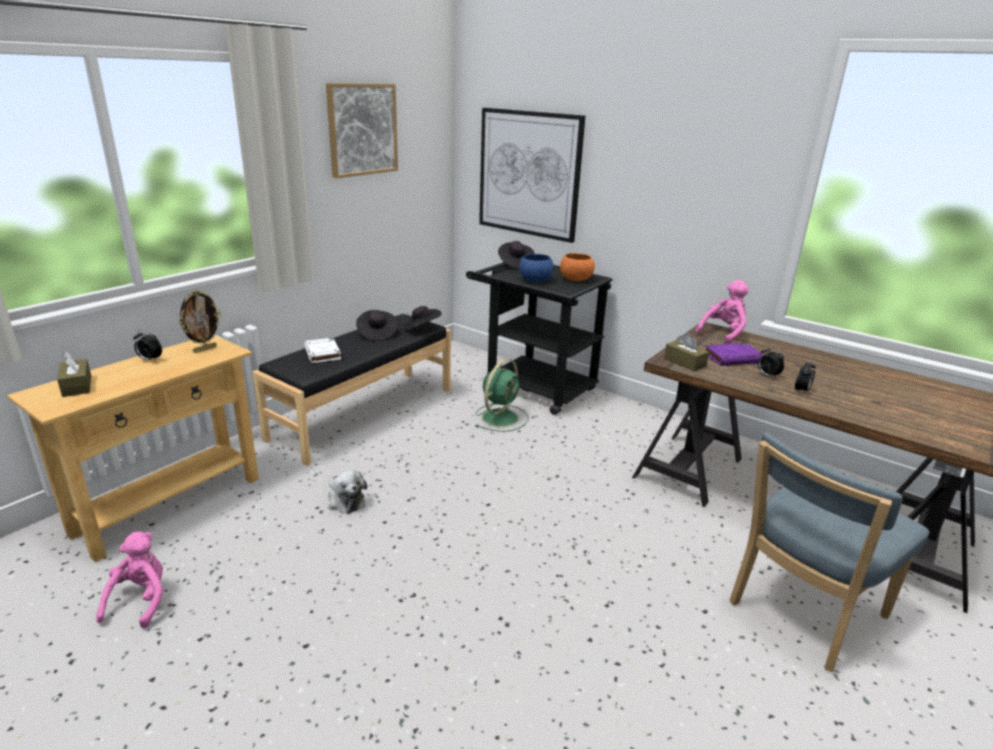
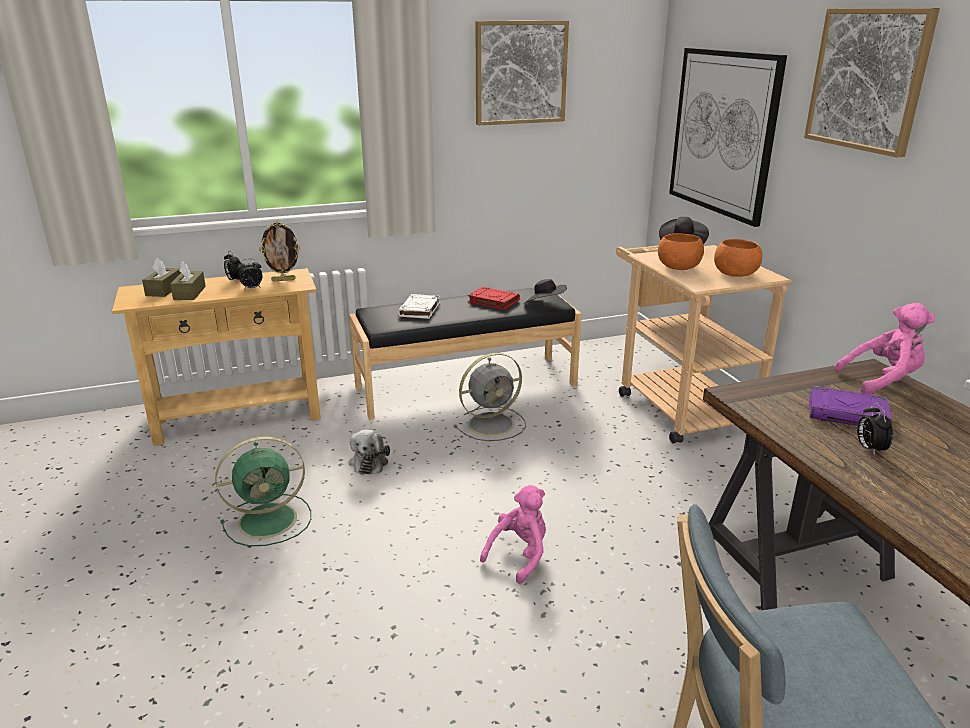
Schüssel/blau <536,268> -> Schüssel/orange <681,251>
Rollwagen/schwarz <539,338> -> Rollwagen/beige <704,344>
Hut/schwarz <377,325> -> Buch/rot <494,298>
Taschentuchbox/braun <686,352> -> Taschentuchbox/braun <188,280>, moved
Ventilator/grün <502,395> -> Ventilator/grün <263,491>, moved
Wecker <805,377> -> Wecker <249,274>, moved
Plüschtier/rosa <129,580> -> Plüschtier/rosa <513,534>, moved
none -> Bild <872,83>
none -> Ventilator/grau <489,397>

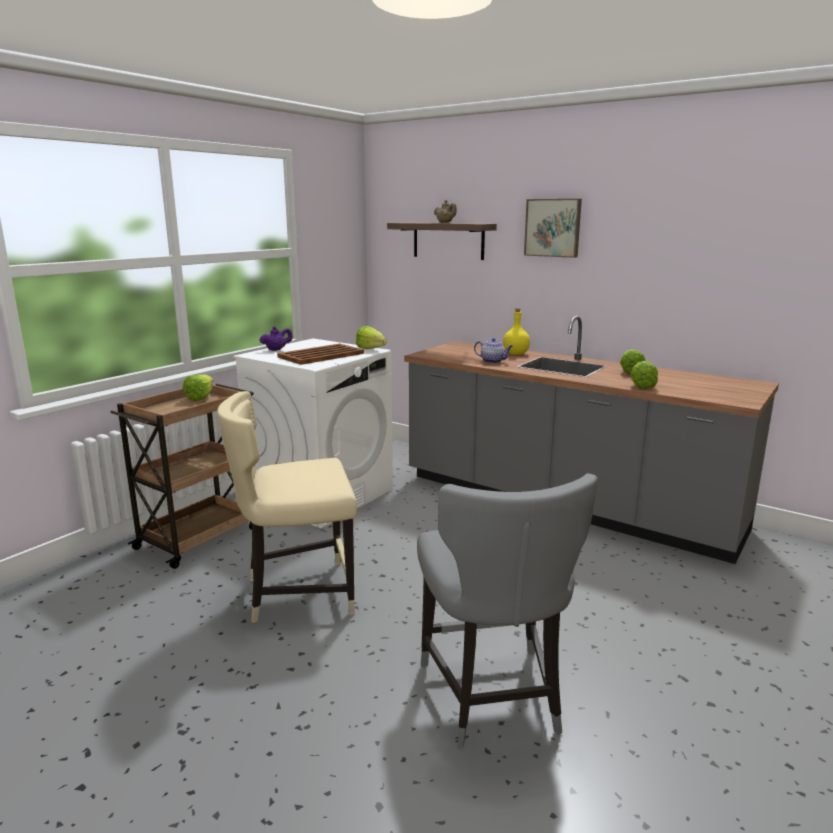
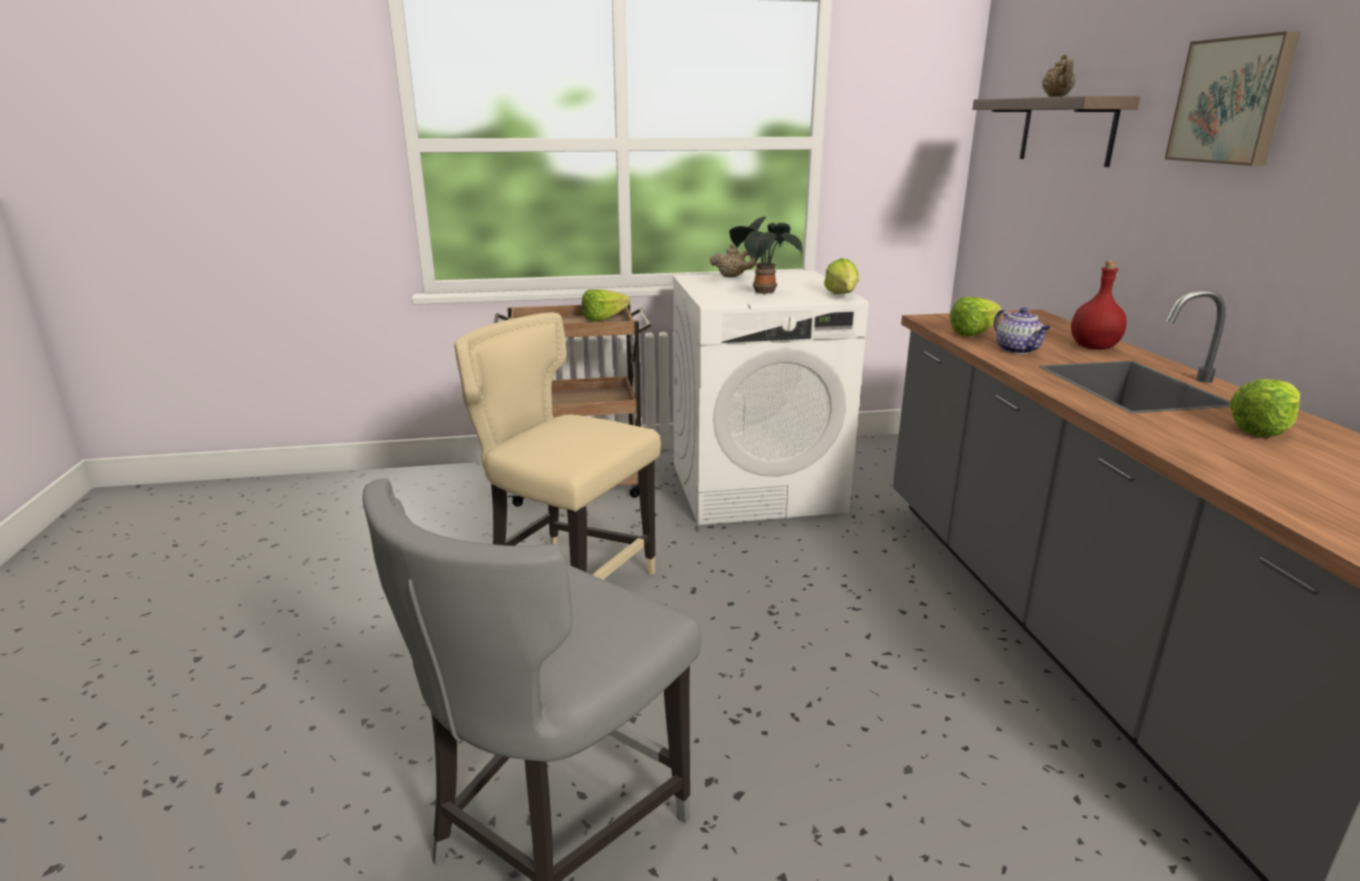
Flasche/gelb <516,331> -> Flasche/rot <1099,305>
Teekanne/lila <276,338> -> Teekanne/beige <733,260>
Tablett/braun <320,354> -> Topfpflanze <765,256>
Salatkopf <644,375> -> Salatkopf <976,317>, moved

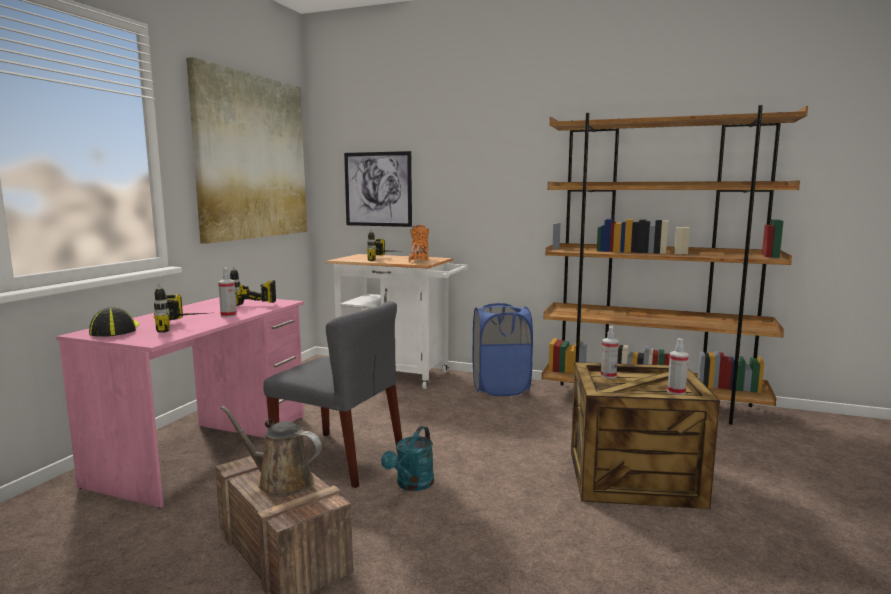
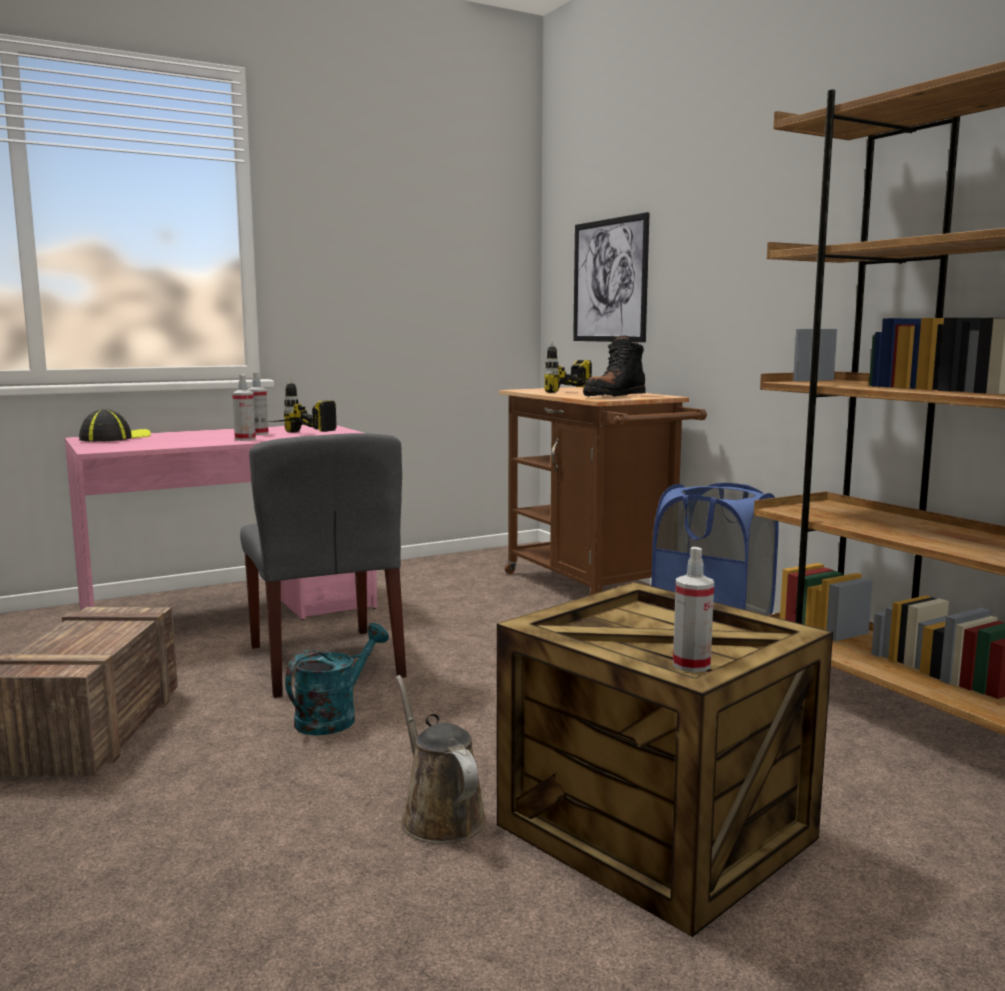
Bild <246,150> -> none
Stiefel/orange <418,243> -> Stiefel/schwarz <614,366>
Rollwagen/weiß <397,321> -> Rollwagen/braun <603,491>
Bohrmaschine <180,308> -> none
Sprühflasche <609,352> -> Sprühflasche <258,403>, moved
Gießkanne/braun <271,451> -> Gießkanne/braun <441,759>, moved
Gießkanne/türkis <407,458> -> Gießkanne/türkis <337,679>, 150 degrees clockwise

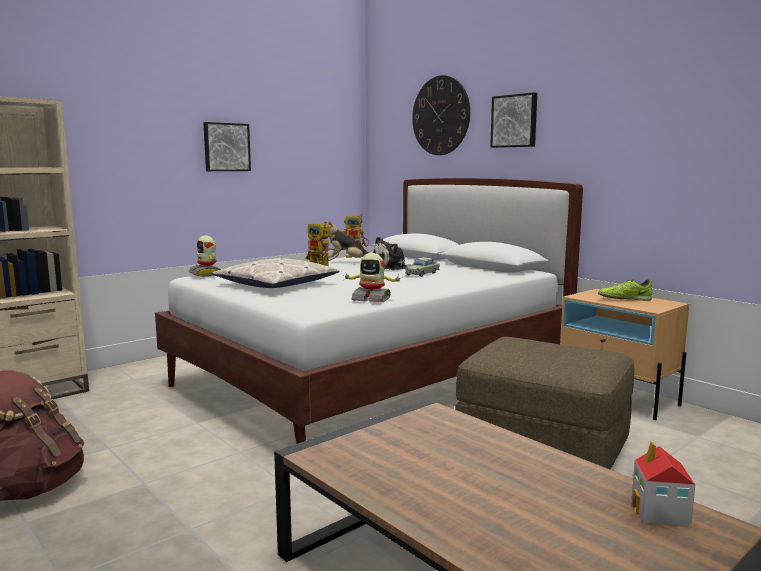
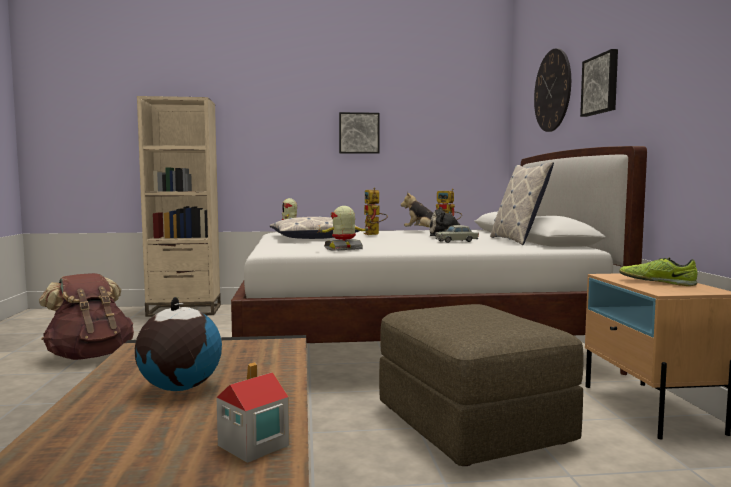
Spielzeugroboter <373,277> -> Spielzeugroboter <343,228>, 105 degrees clockwise
none -> Kissen <522,203>
none -> Globus <178,344>

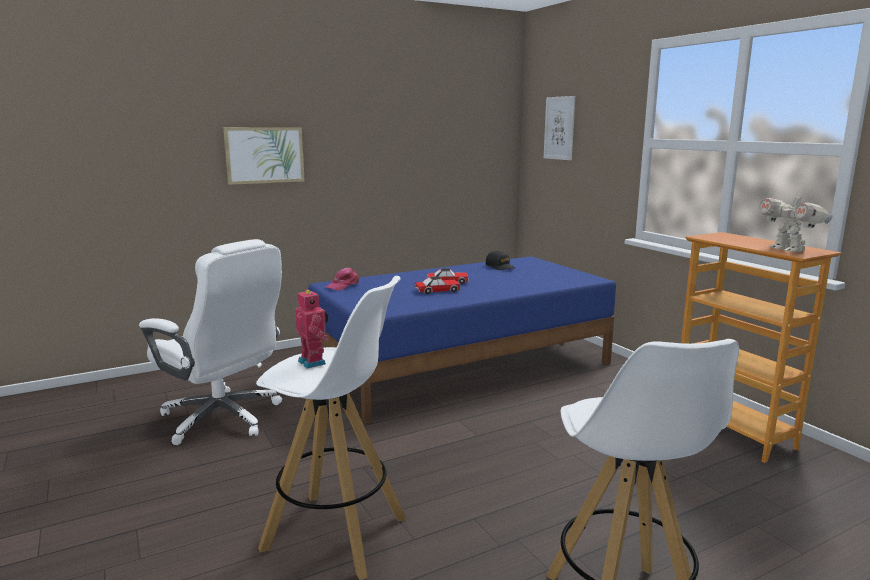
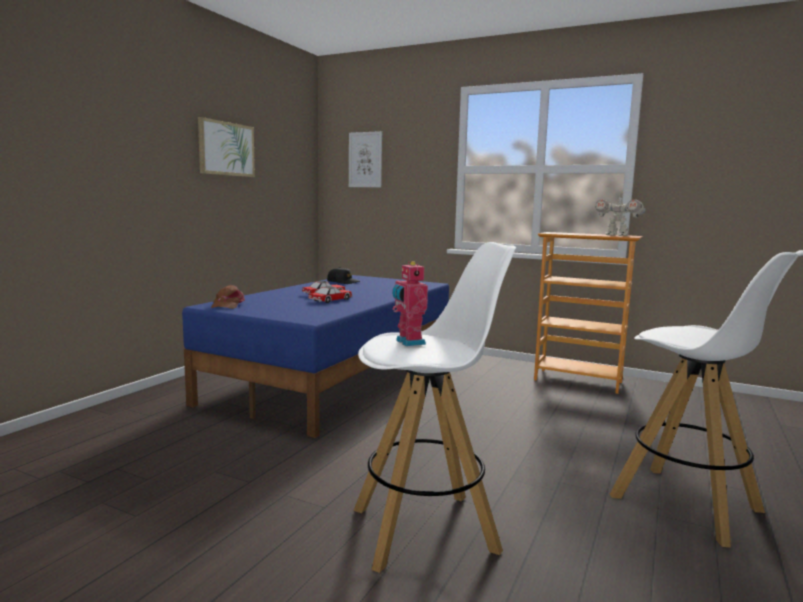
Bild <264,156> -> Bild <226,147>, moved
Bürostuhl/weiß <210,342> -> none
Kappe/rosa <342,279> -> Kappe/braun <228,297>
Spielzeugroboter <312,328> -> Spielzeugroboter <410,303>, 135 degrees counterclockwise

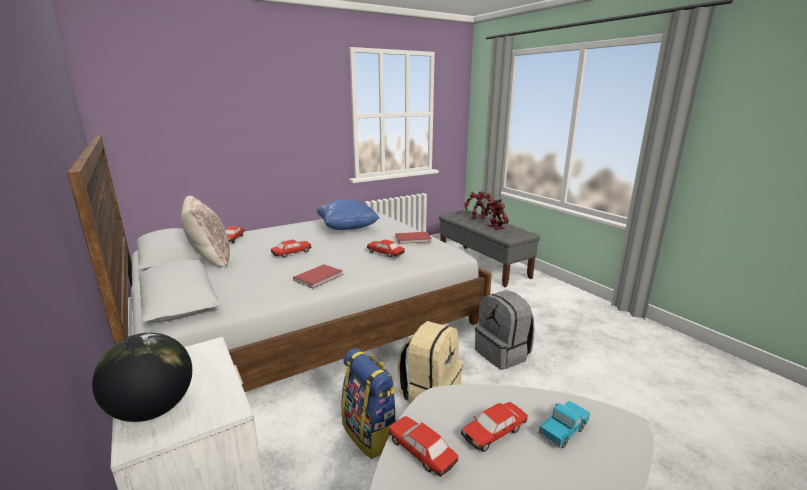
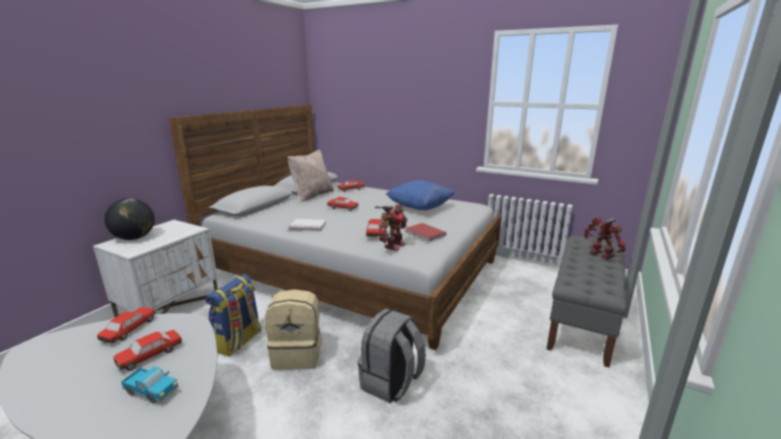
Spielzeugroboter <496,214> -> Spielzeugroboter <391,227>, moved
Buch/rot <318,276> -> Buch/weiß <307,225>
Spielzeugauto <494,427> -> Spielzeugauto <147,350>, 75 degrees counterclockwise

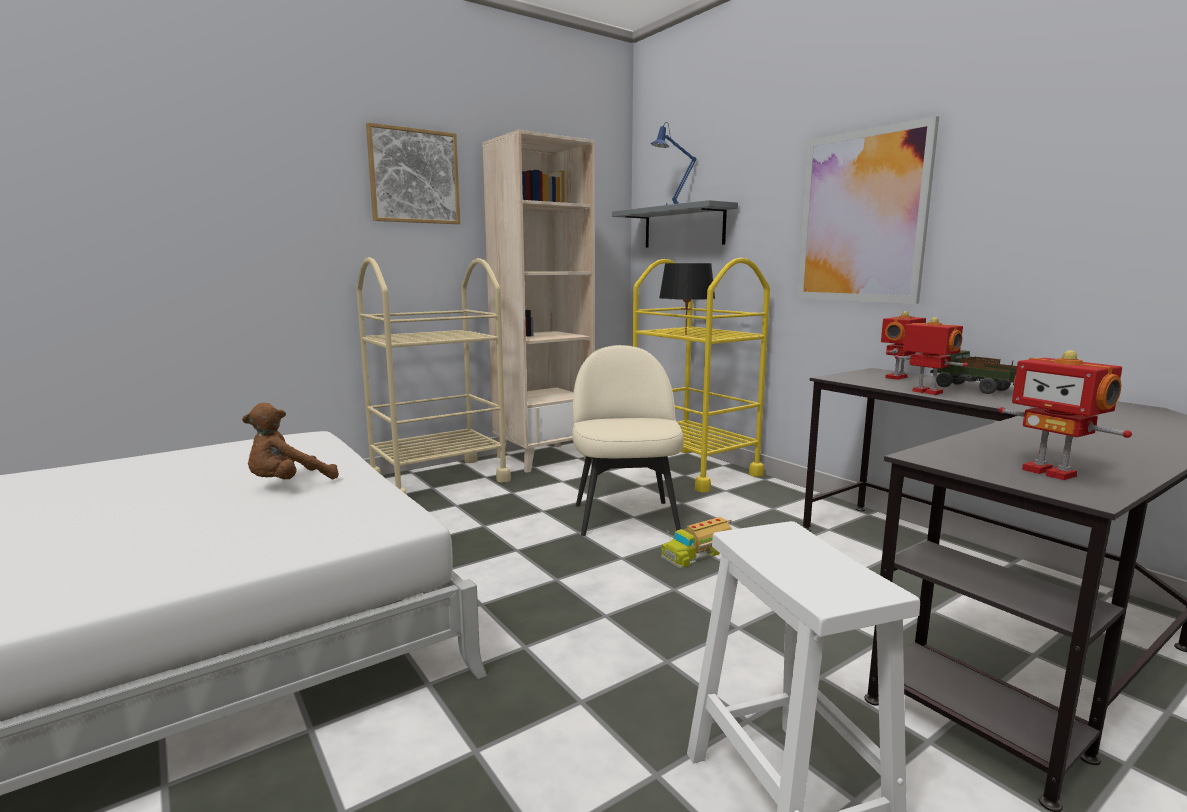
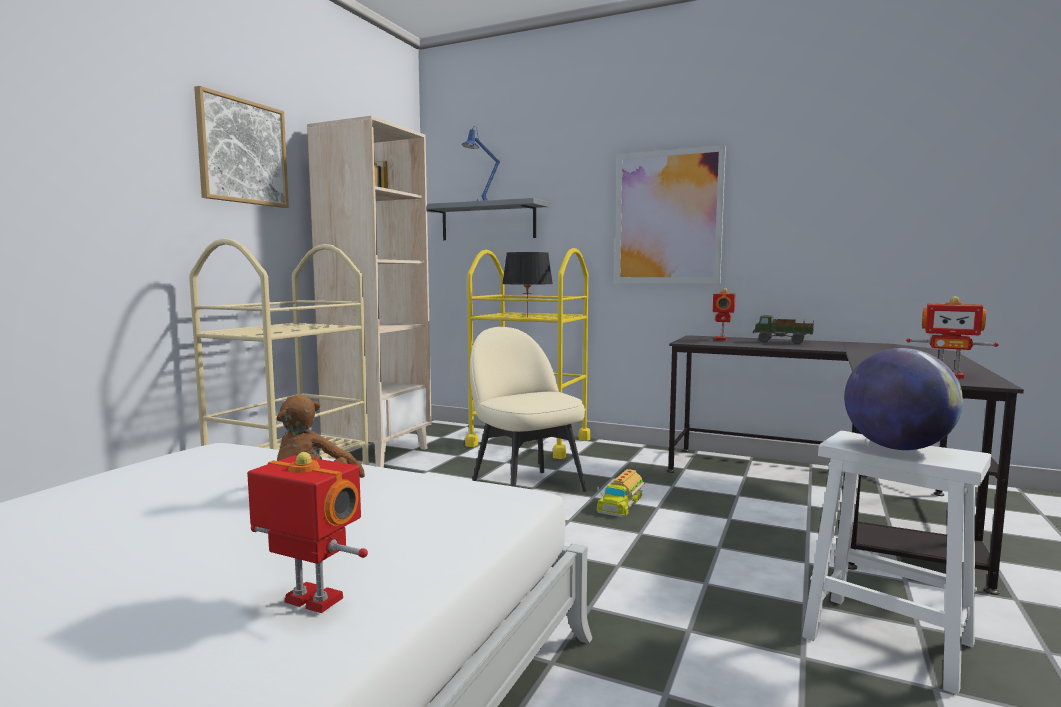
Spielzeugroboter <931,356> -> Spielzeugroboter <307,532>, moved
none -> Globus <903,399>

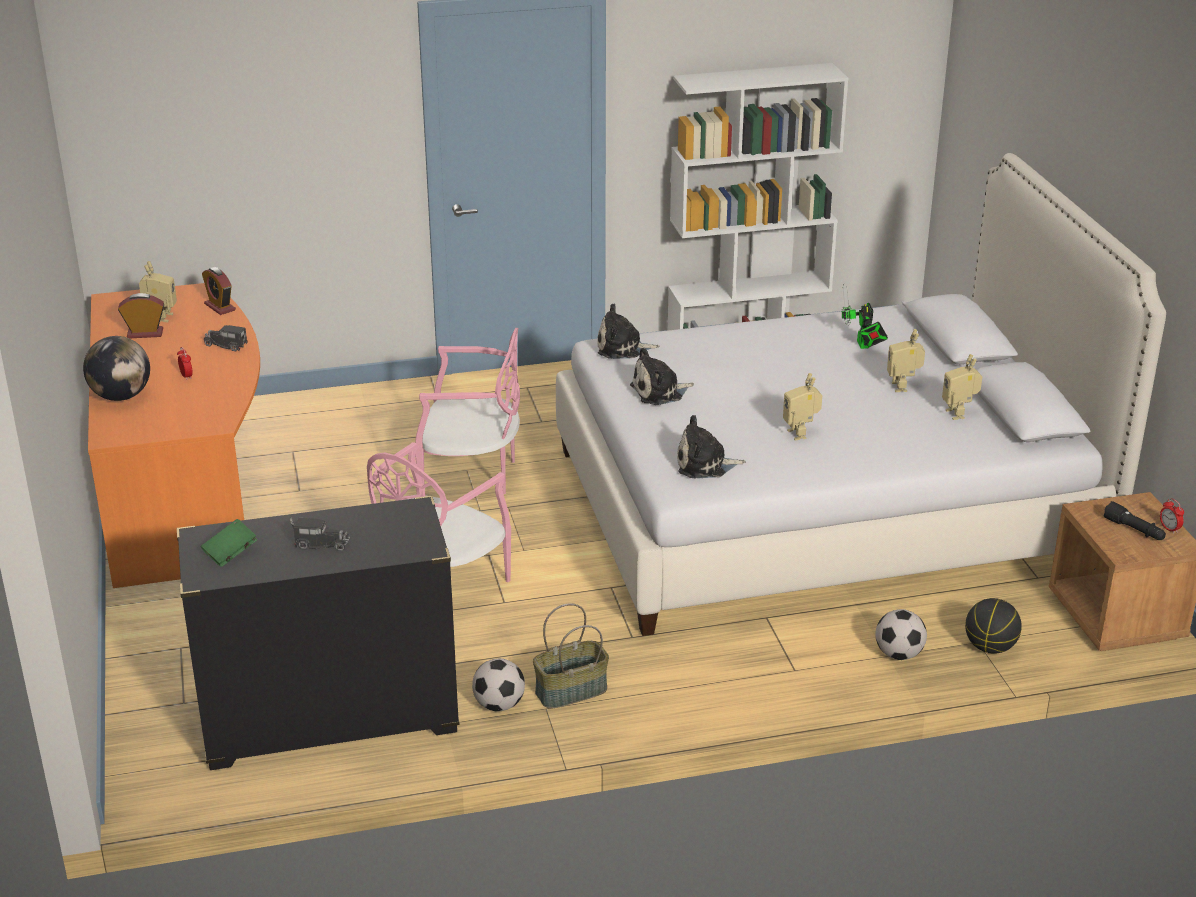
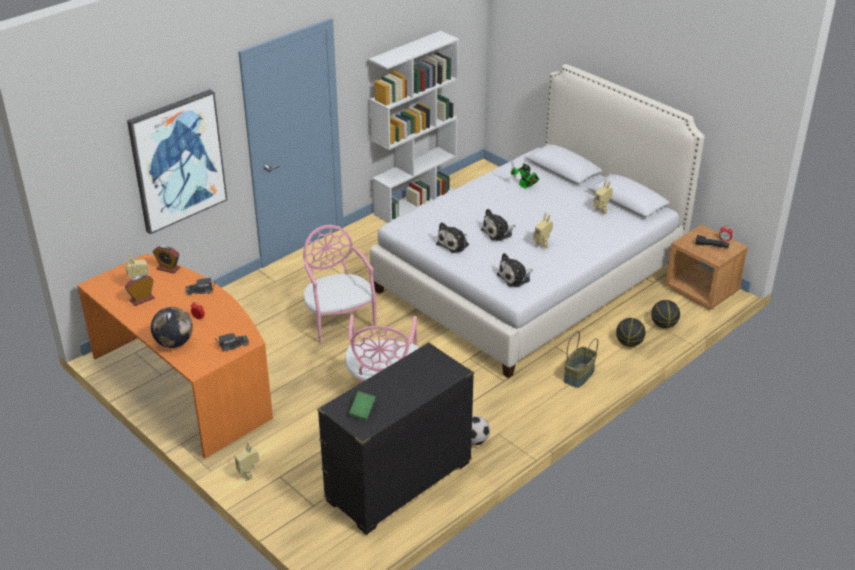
Plüschtier <628,331> -> Plüschtier <498,225>, moved
Stuhl/rosa <467,411> -> Stuhl/rosa <339,284>, 90 degrees counterclockwise
Spielzeugroboter <906,360> -> Spielzeugroboter <247,461>, moved
Spielzeuglaster <320,534> -> Spielzeuglaster <232,342>, moved
Korb <571,656> -> Korb <581,359>, moved
Fußball <901,634> -> Basketball <630,332>
none -> Bild <177,161>

